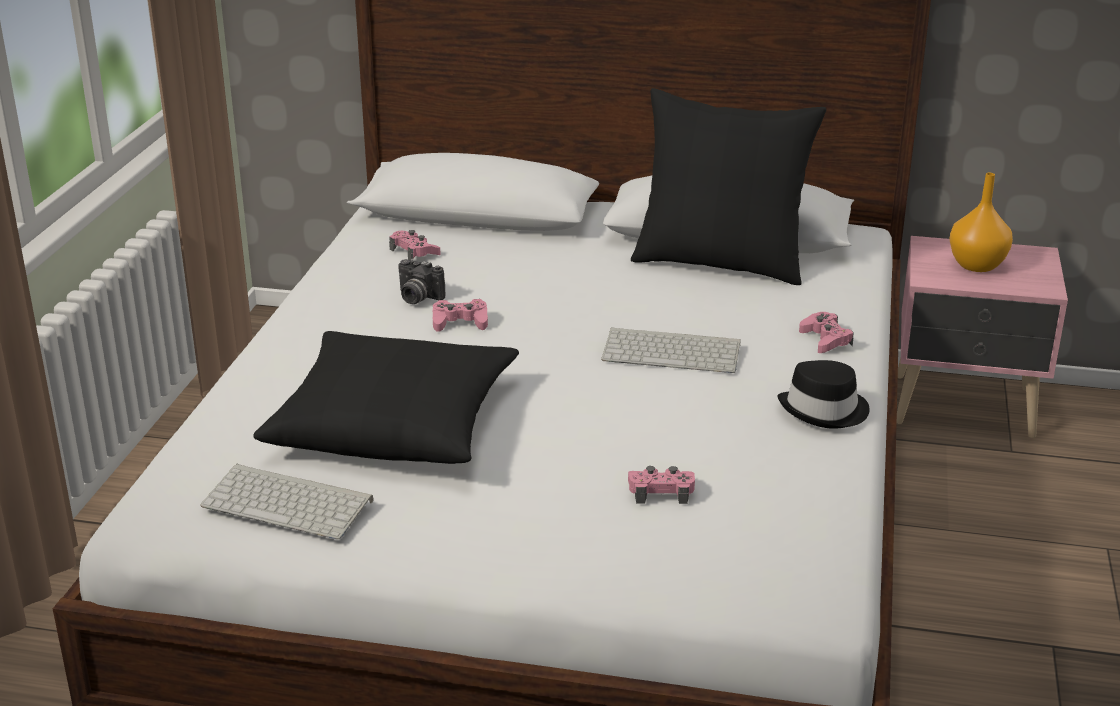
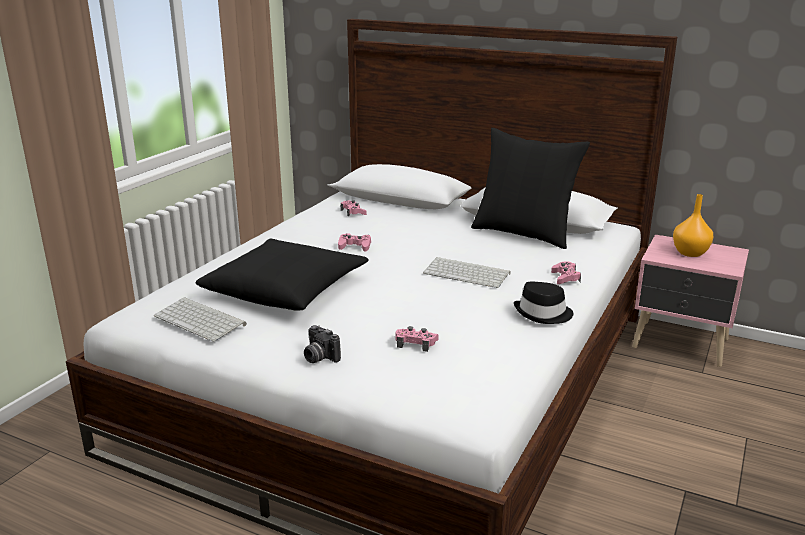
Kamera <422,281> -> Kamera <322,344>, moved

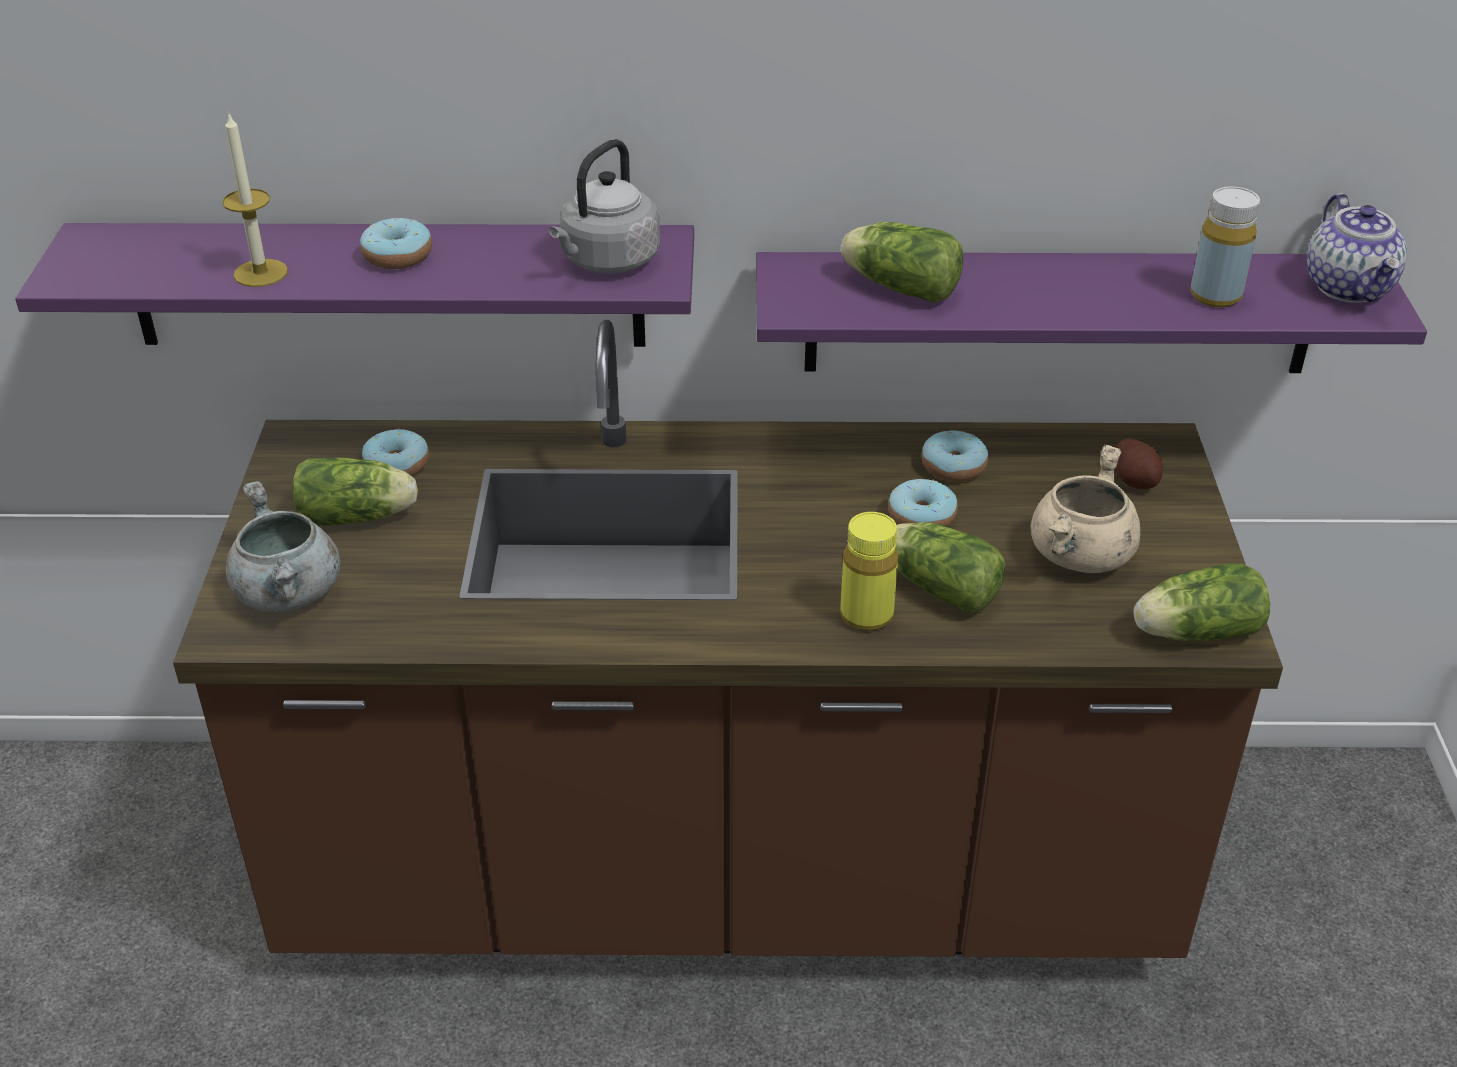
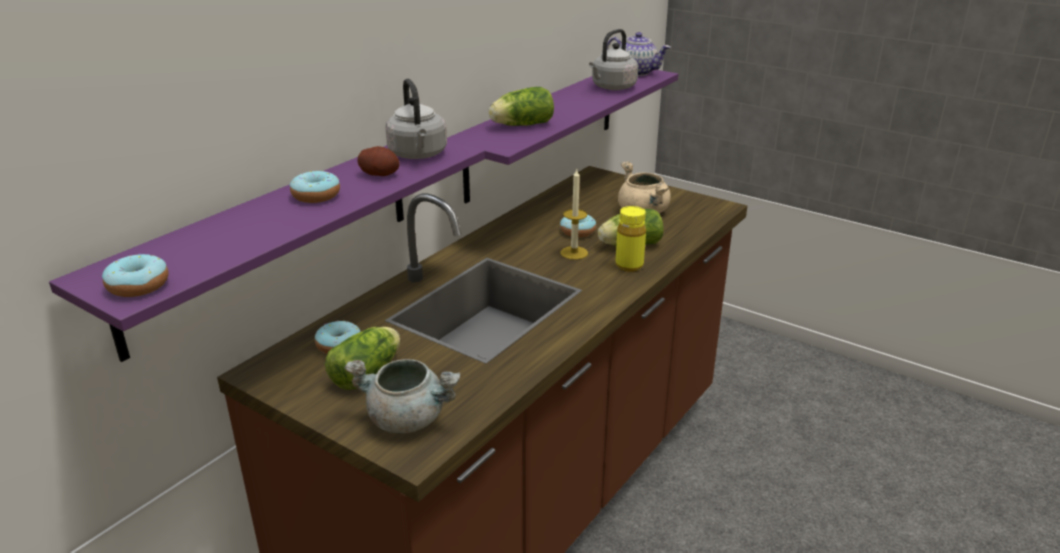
Kerze <255,199> -> Kerze <574,214>, moved
Flasche/gelb <1225,247> -> Wasserkessel/grau <613,59>
Donut <954,456> -> Donut <135,275>, moved
Kartoffel <1139,463> -> Kartoffel <378,161>, moved
Salatkopf <1202,602> -> none

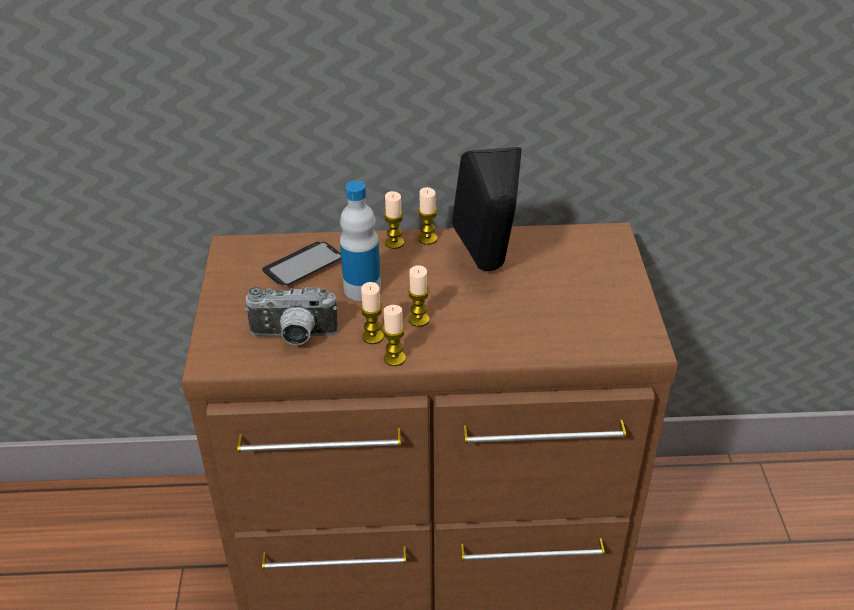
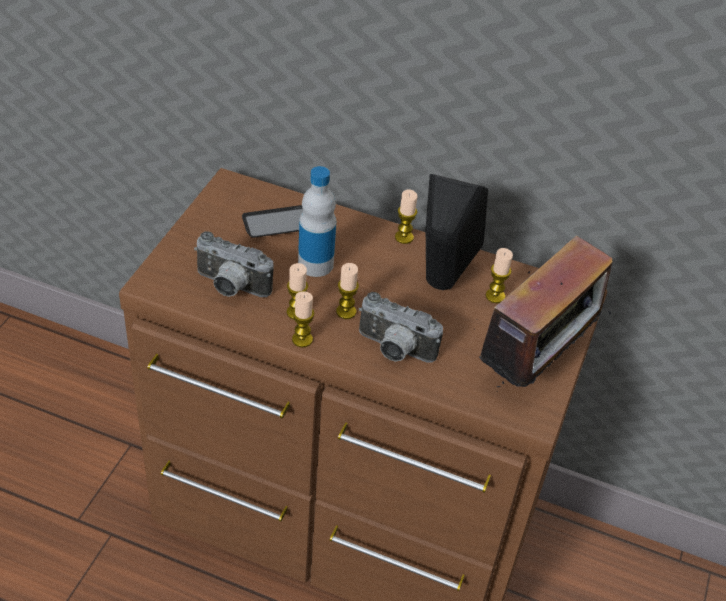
Kerze <394,220> -> Kerze <499,275>, moved
none -> Radio <543,314>
none -> Kamera <401,327>

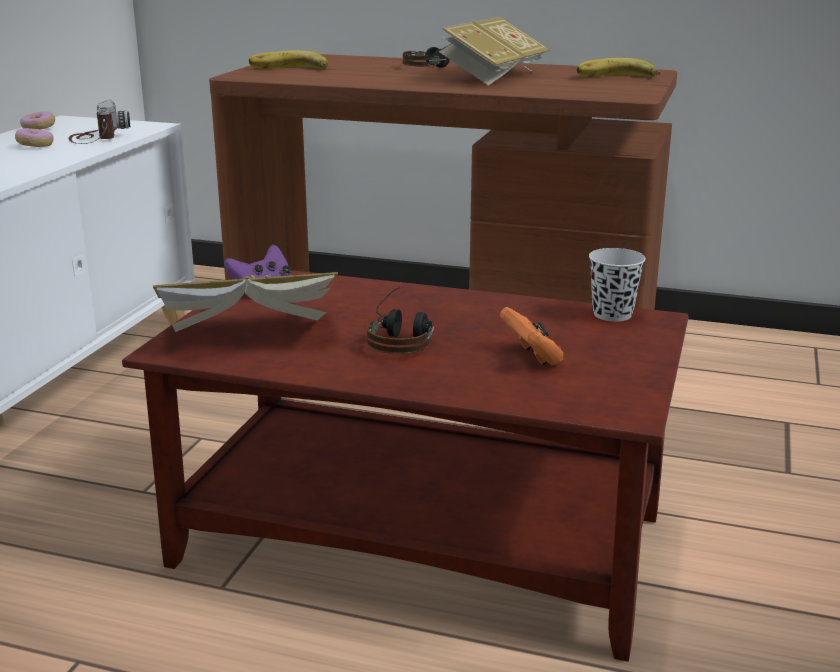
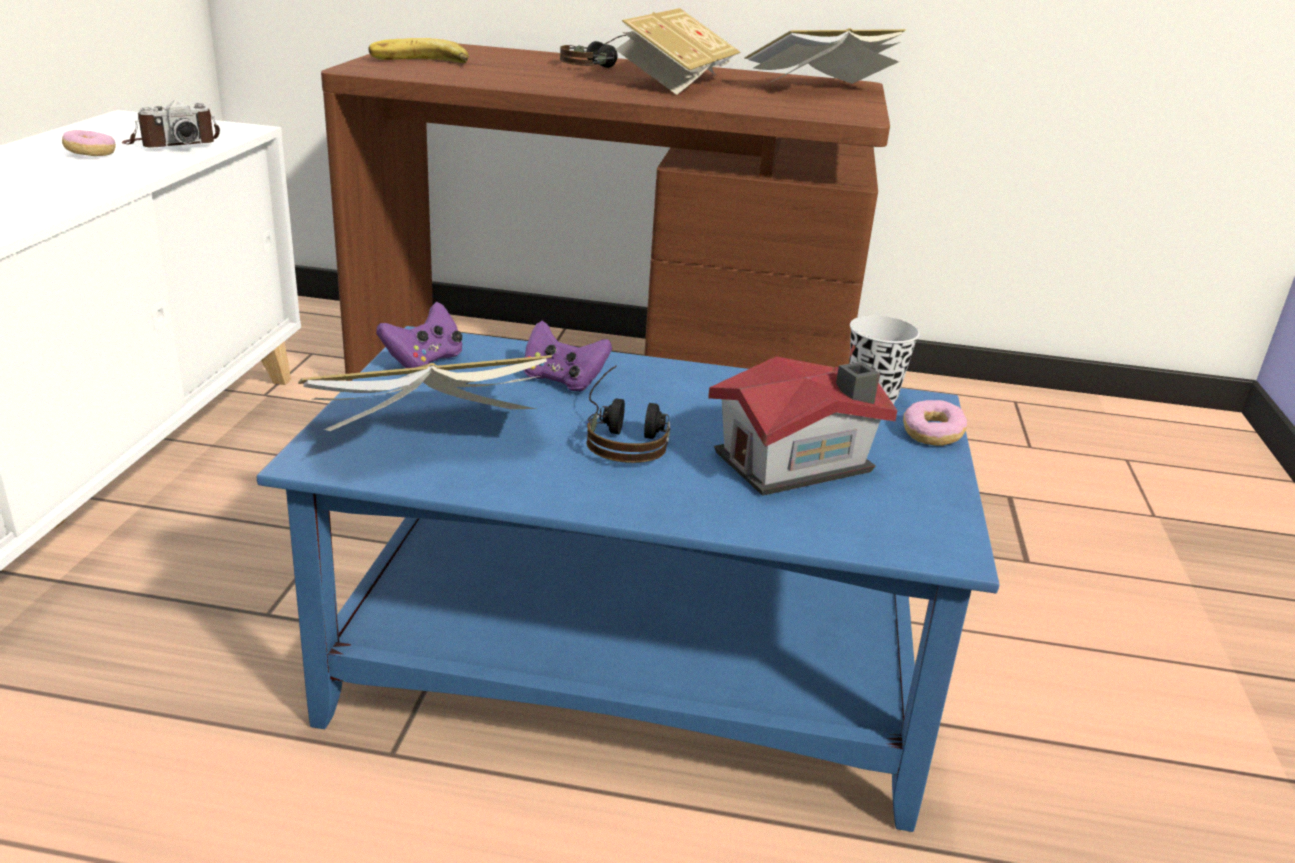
Banane <619,67> -> Buch <825,56>
Kamera <99,121> -> Kamera <171,123>, 75 degrees clockwise
Donut <37,120> -> Donut <935,423>, moved
Couchtisch/braun <405,466> -> Couchtisch/blau <628,579>
Gamepad/orange <532,336> -> Spielzeughaus <802,426>
none -> Gamepad/lila <568,355>

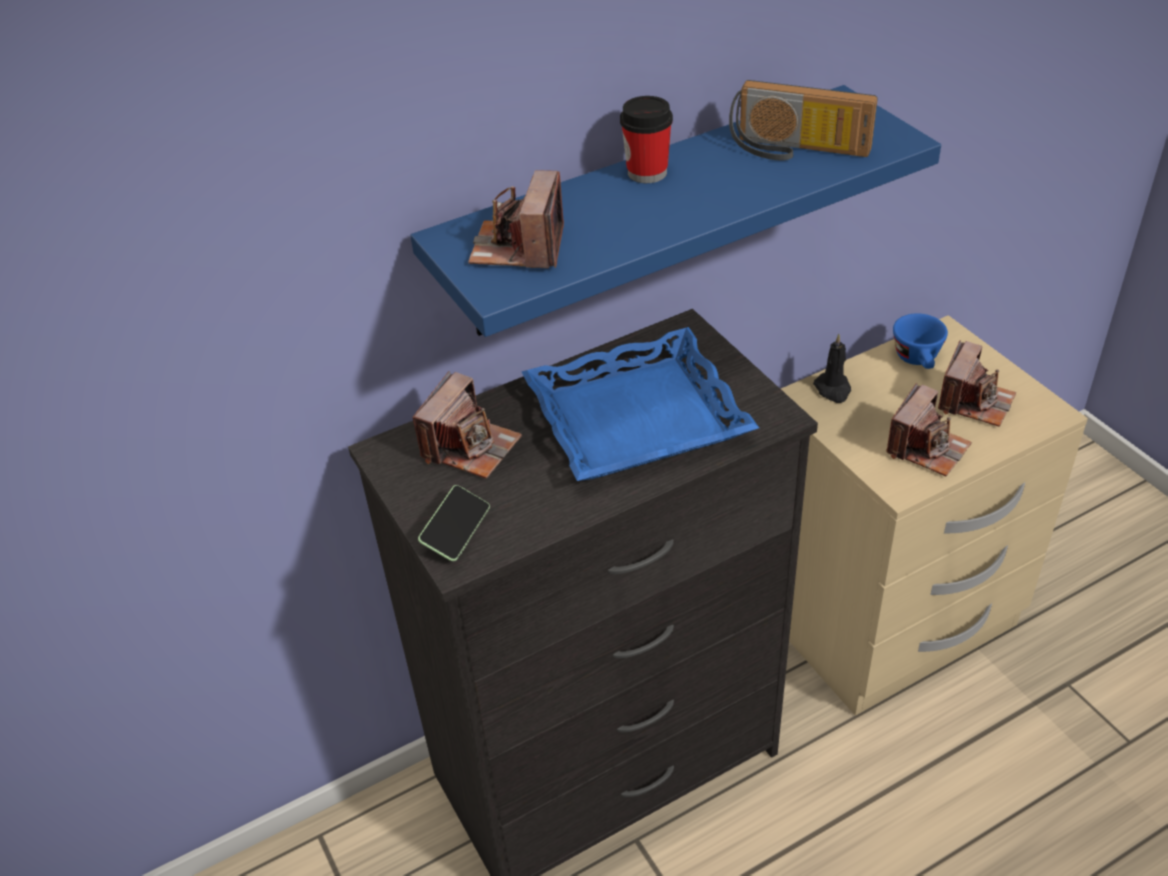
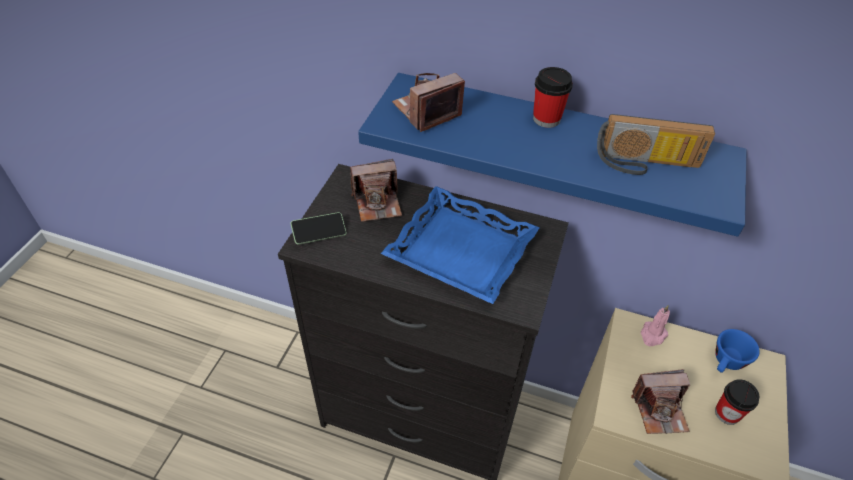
Radio <803,120> -> Radio <656,144>, 60 degrees counterclockwise
Kerze/schwarz <832,368> -> Kerze/rosa <655,325>
Kamera <977,383> -> Tasse <737,402>

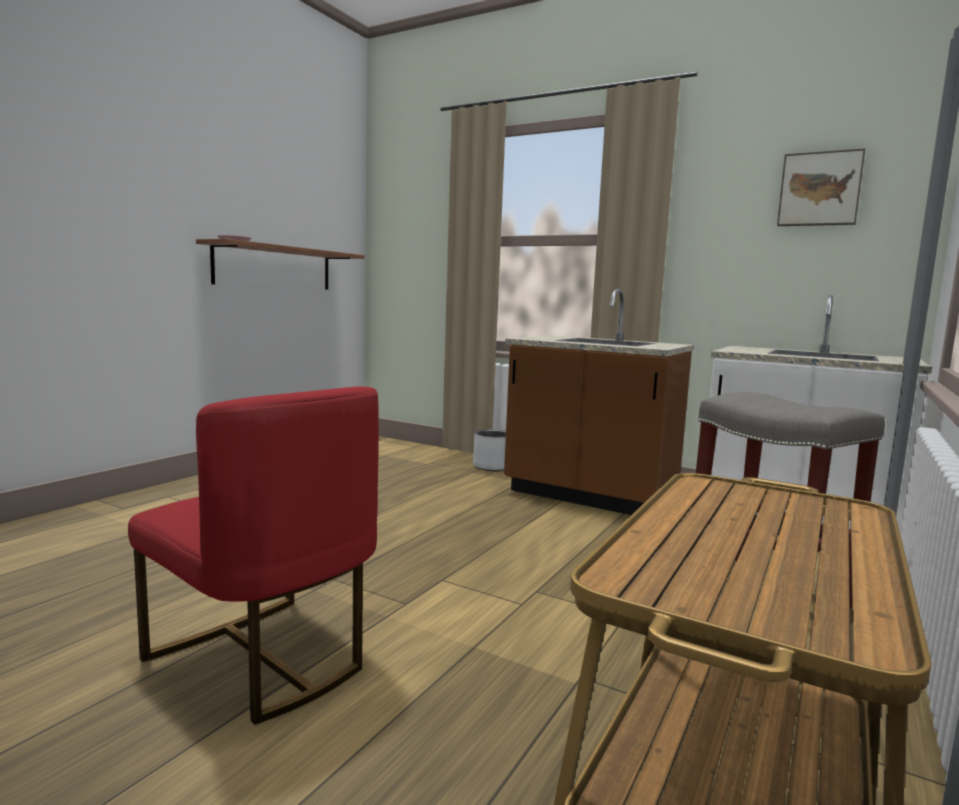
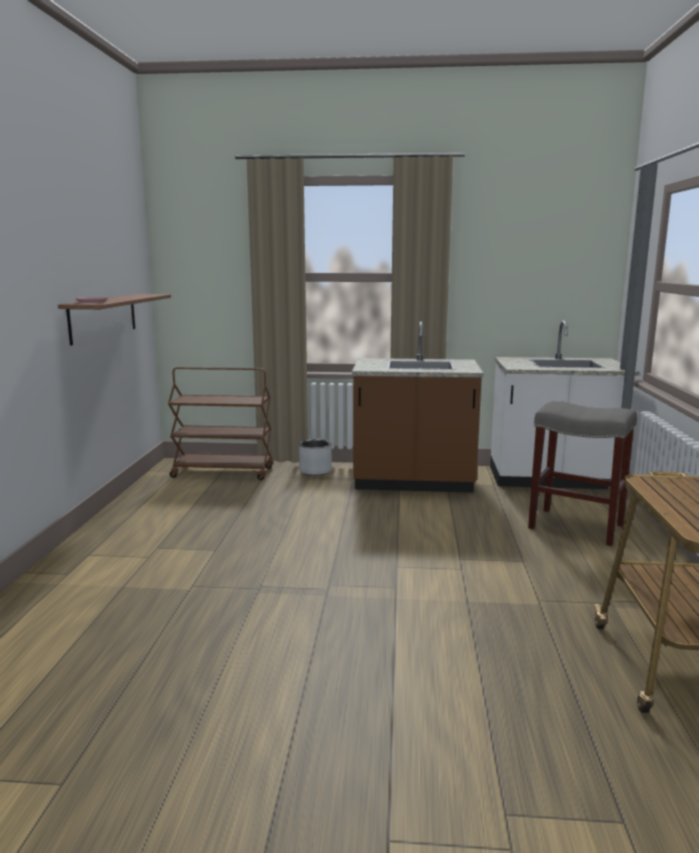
Bild <821,187> -> none
Stuhl/rot <253,556> -> none
none -> Rollwagen/braun <220,423>

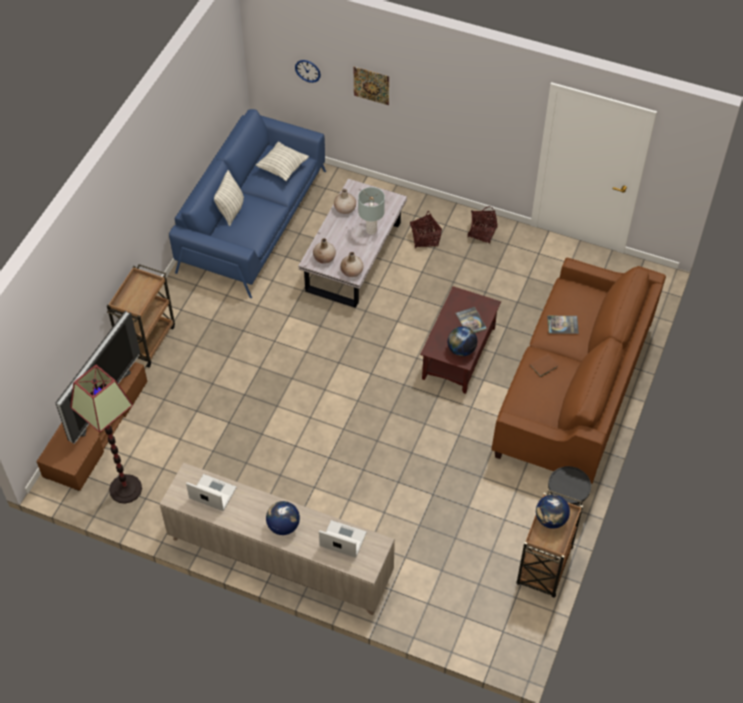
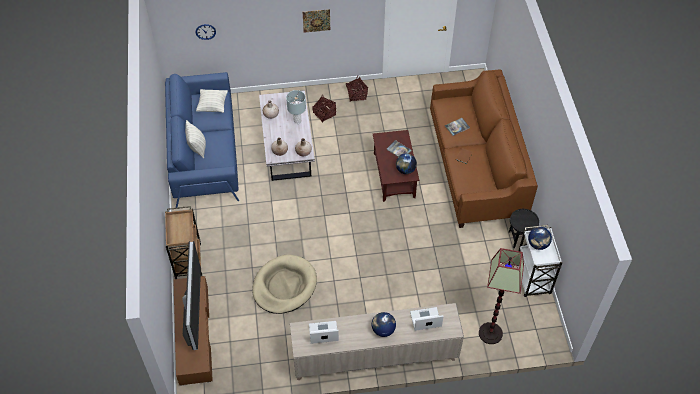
Bild <371,86> -> Bild <316,21>, moved
Stehlampe <106,434> -> Stehlampe <501,296>, moved
Rollwagen/braun <549,544> -> Rollwagen/weiß <539,261>
none -> Hundebett/beige <284,284>

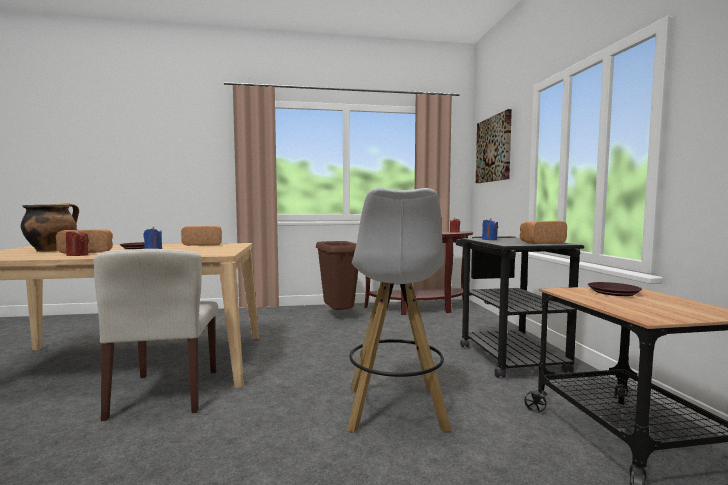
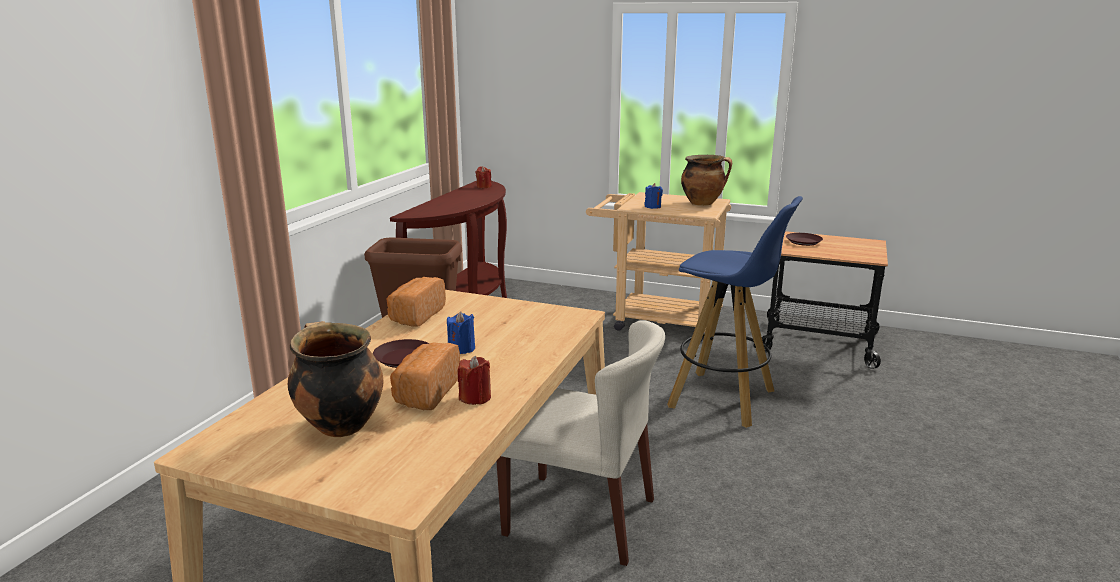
Bild <494,146> -> none
Hocker/weiß <399,310> -> Hocker/blau <735,312>
Brot <543,232> -> Kochtopf <706,180>
Rollwagen/schwarz <520,307> -> Rollwagen/beige <658,266>

